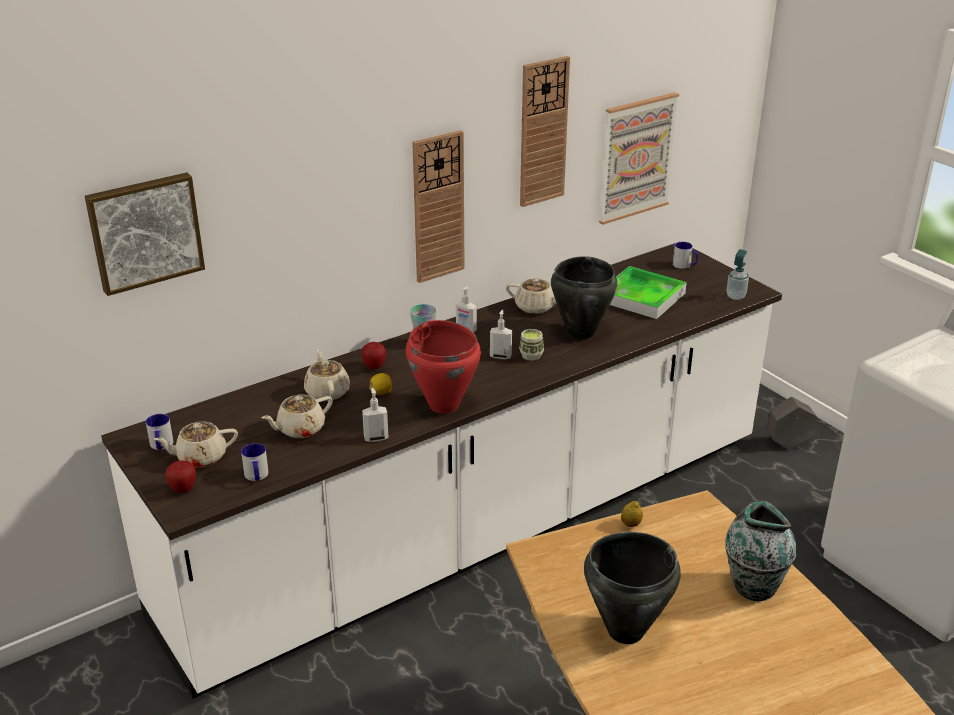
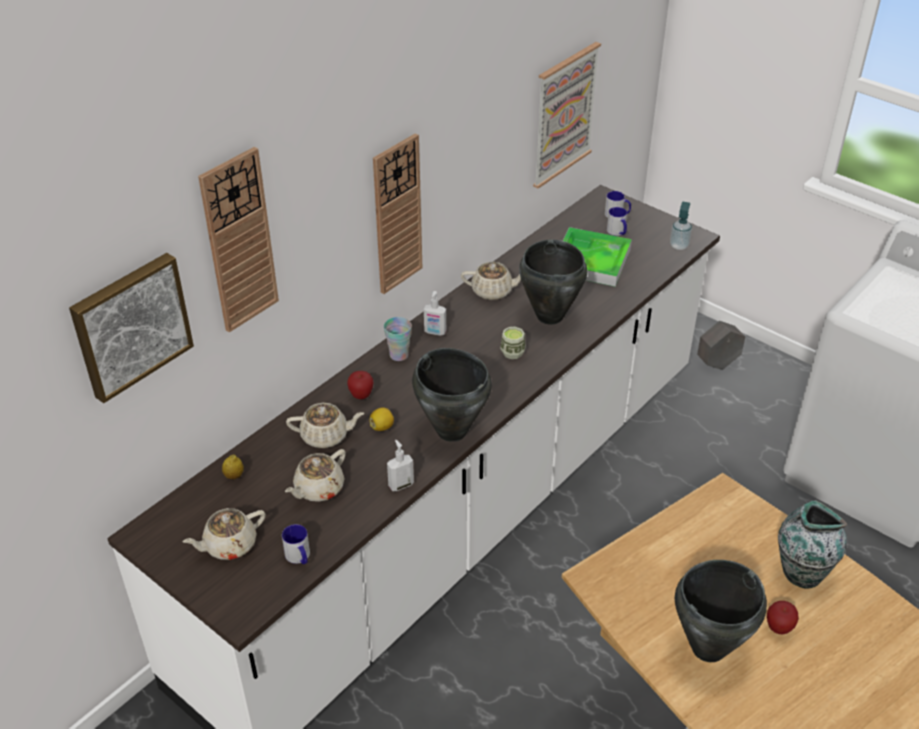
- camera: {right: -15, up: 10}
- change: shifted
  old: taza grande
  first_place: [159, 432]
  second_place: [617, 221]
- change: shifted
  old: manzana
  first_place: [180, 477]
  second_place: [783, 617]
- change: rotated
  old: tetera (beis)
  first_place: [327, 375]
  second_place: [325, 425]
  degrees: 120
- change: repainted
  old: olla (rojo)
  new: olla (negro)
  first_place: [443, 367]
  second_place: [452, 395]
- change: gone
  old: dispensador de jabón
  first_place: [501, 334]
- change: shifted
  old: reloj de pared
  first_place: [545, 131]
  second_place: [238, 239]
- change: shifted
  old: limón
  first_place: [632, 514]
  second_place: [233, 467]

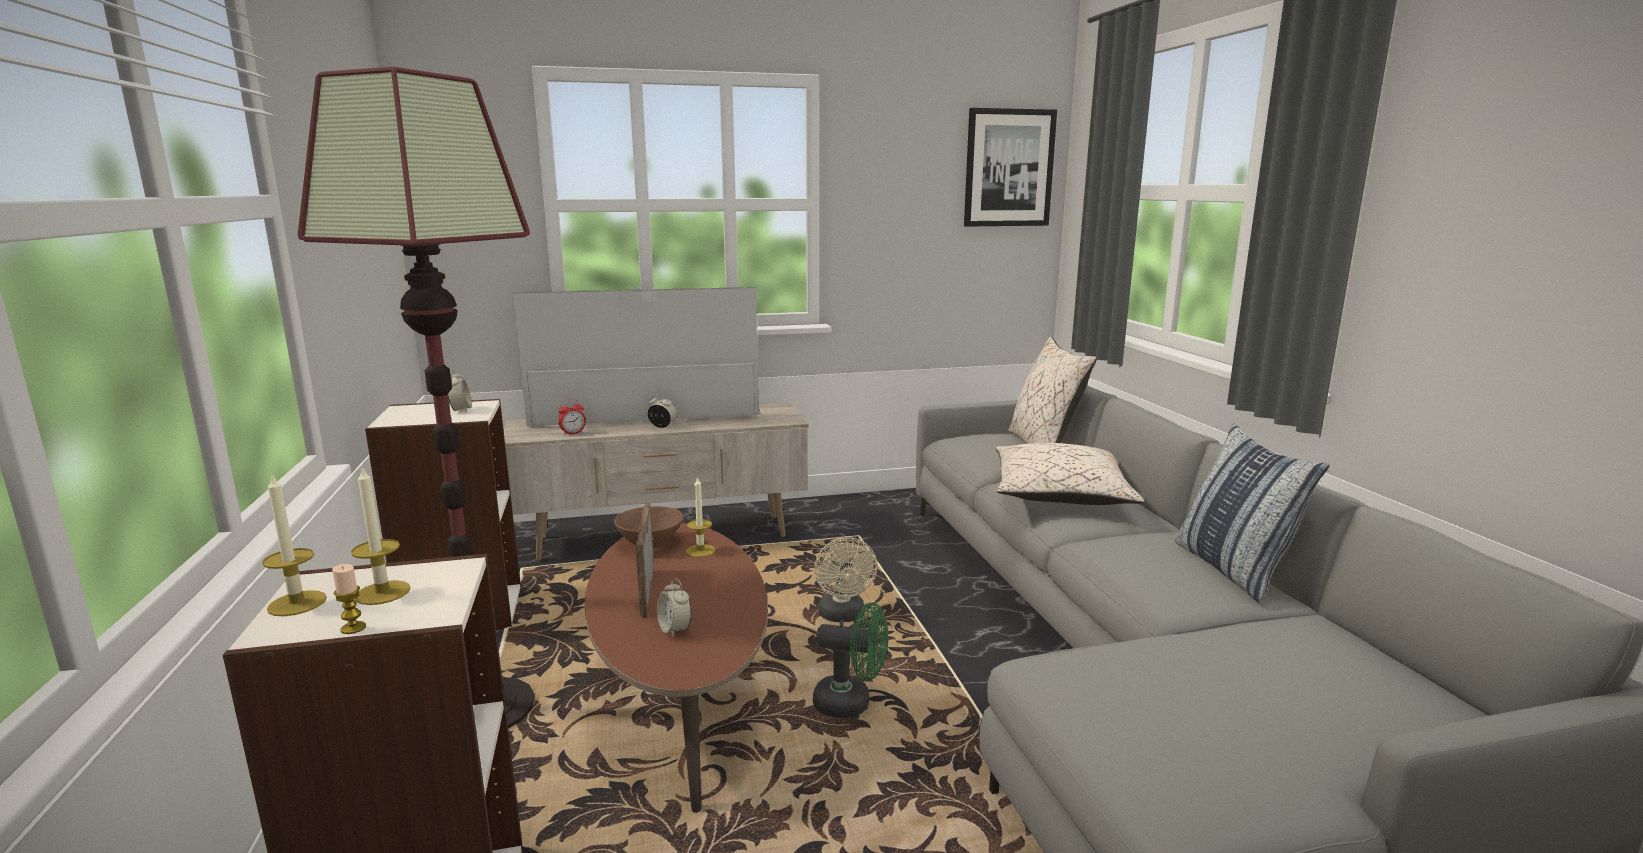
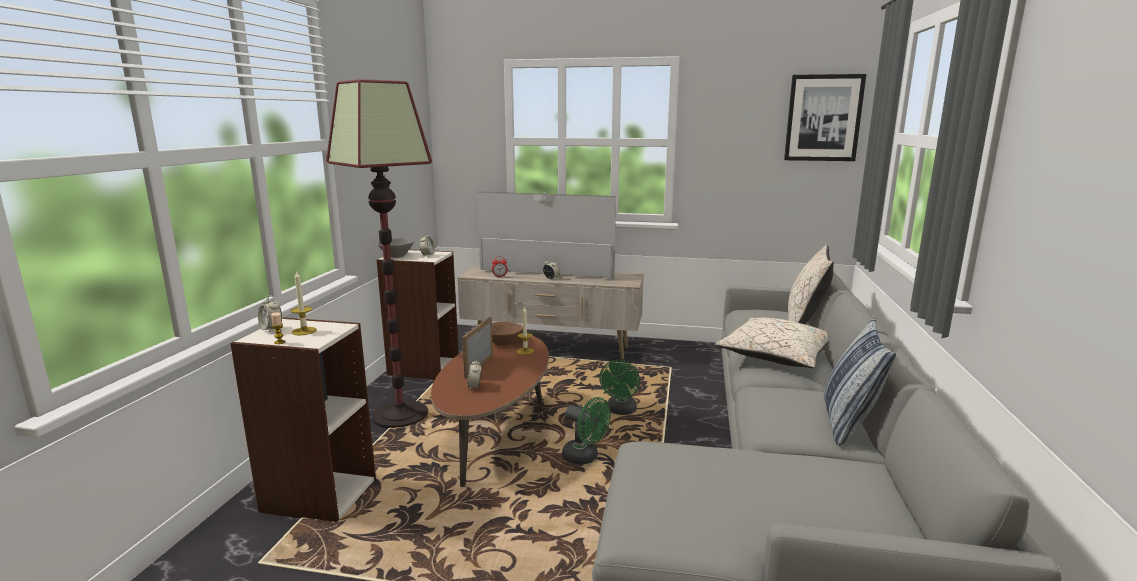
- camera: {right: 25, up: 0}
- change: swapped
  old: vela
  new: despertador
  first_place: [294, 544]
  second_place: [270, 314]
- change: repainted
  old: ventilador (beis)
  new: ventilador (verde)
  first_place: [846, 579]
  second_place: [619, 387]
- change: new
  new: cuenco (gris)
  second_place: [395, 248]

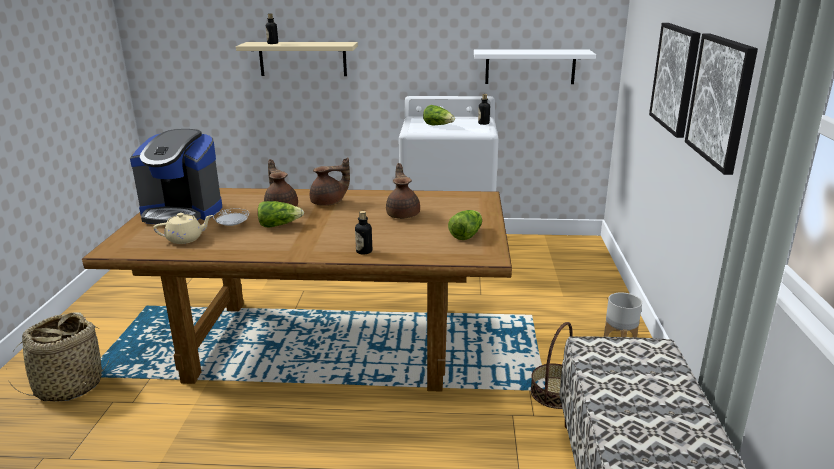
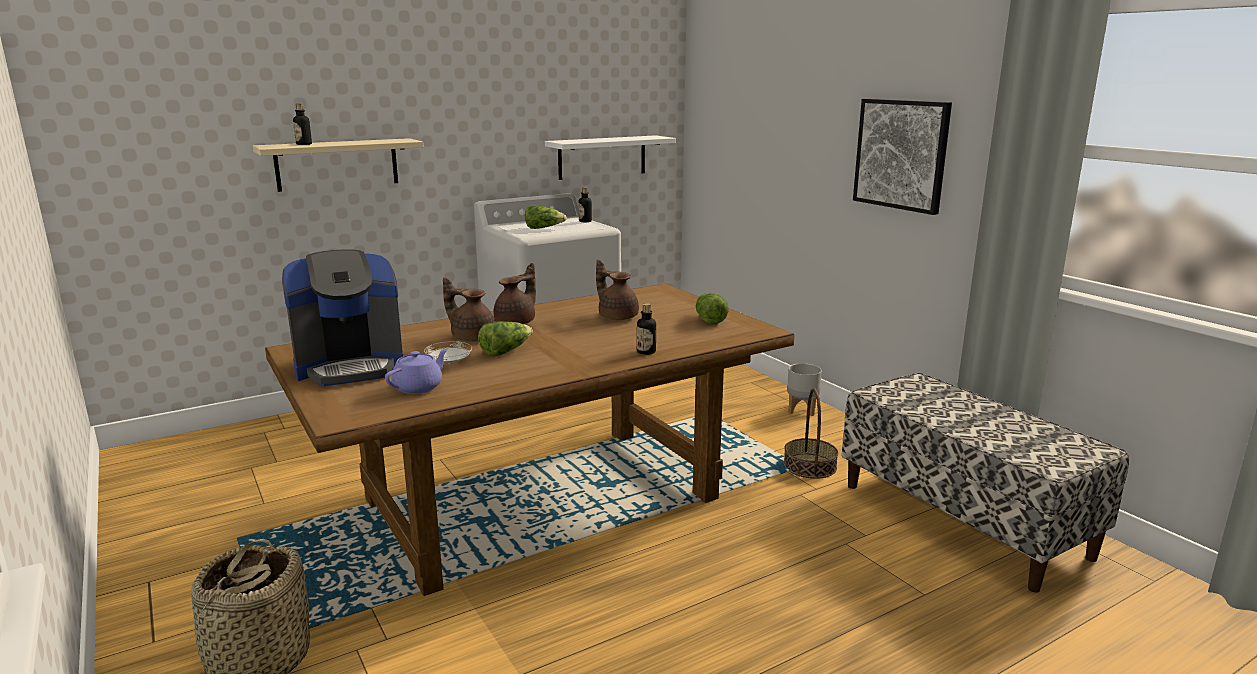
- camera: {right: -35, up: -5}
- change: repainted
  old: tetera (beis)
  new: tetera (morado)
  first_place: [183, 228]
  second_place: [416, 371]
- change: gone
  old: cuadro
  first_place: [675, 80]

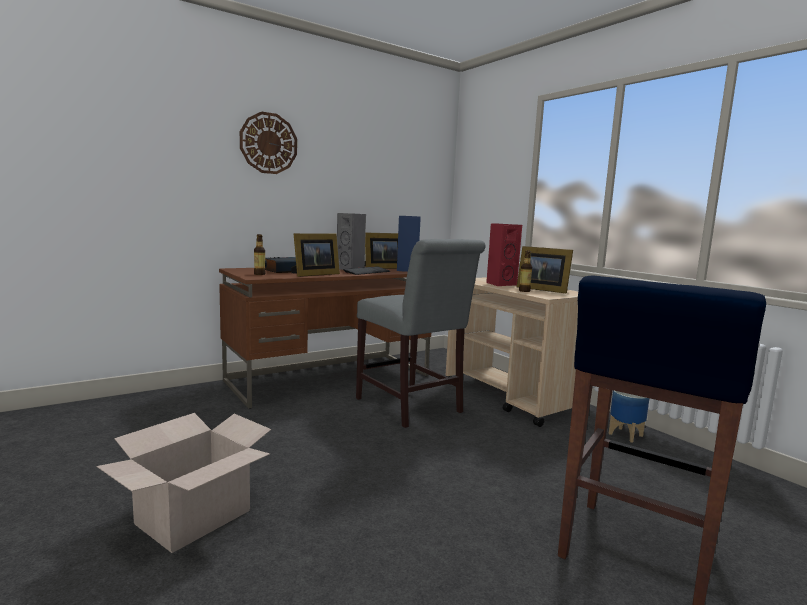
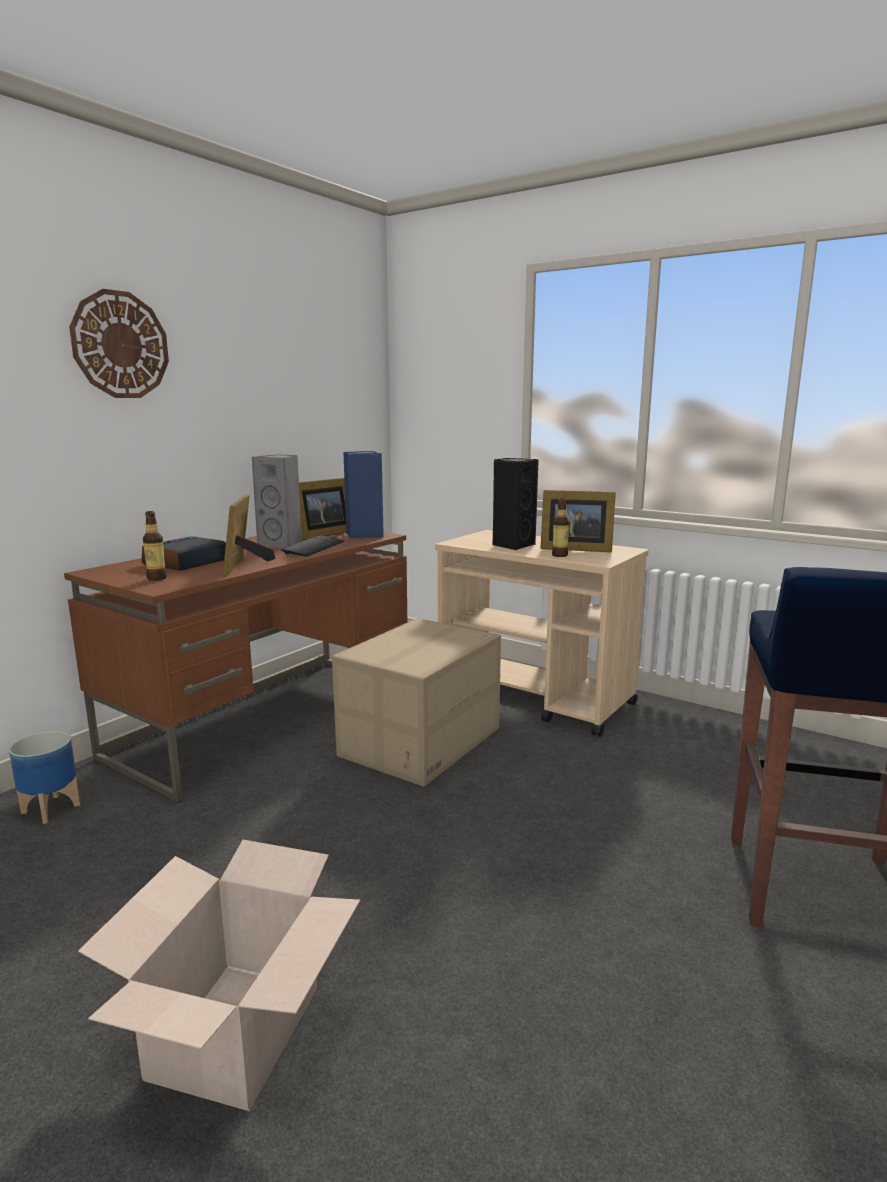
- camera: {right: -20, up: 5}
- change: rotated
  old: portarretratos
  first_place: [315, 255]
  second_place: [249, 536]
  degrees: 150
- change: swapped
  old: silla (gris)
  new: caja de cartón
  first_place: [420, 333]
  second_place: [416, 702]
- change: repainted
  old: altavoz (rojo)
  new: altavoz (negro)
  first_place: [504, 254]
  second_place: [515, 504]
- change: shifted
  old: maceta
  first_place: [629, 416]
  second_place: [44, 777]

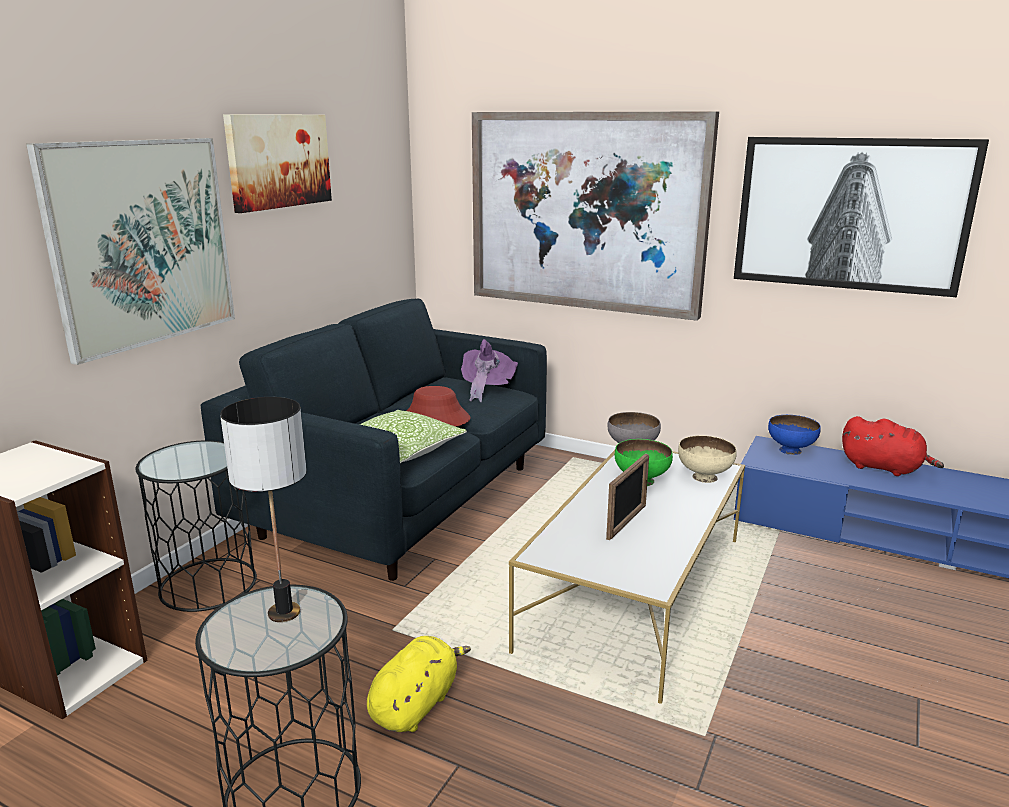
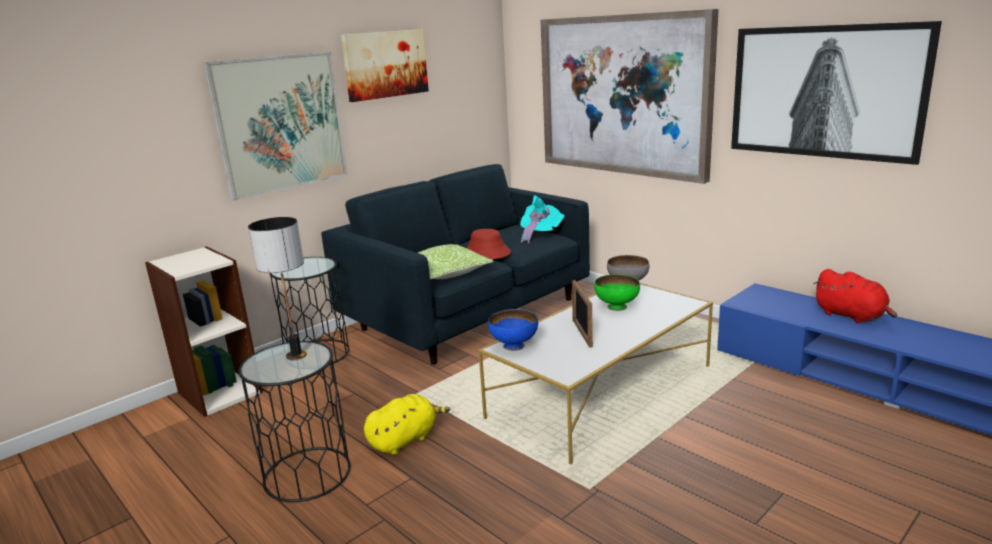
- camera: {right: 20, up: 0}
- change: repainted
  old: sombrero (morado)
  new: sombrero (turquesa)
  first_place: [489, 370]
  second_place: [542, 219]
- change: rotated
  old: portarretratos
  first_place: [627, 497]
  second_place: [582, 314]
  degrees: 120
- change: gone
  old: cuenco (beis)
  first_place: [707, 459]
- change: shifted
  old: cuenco (azul)
  first_place: [794, 435]
  second_place: [513, 330]

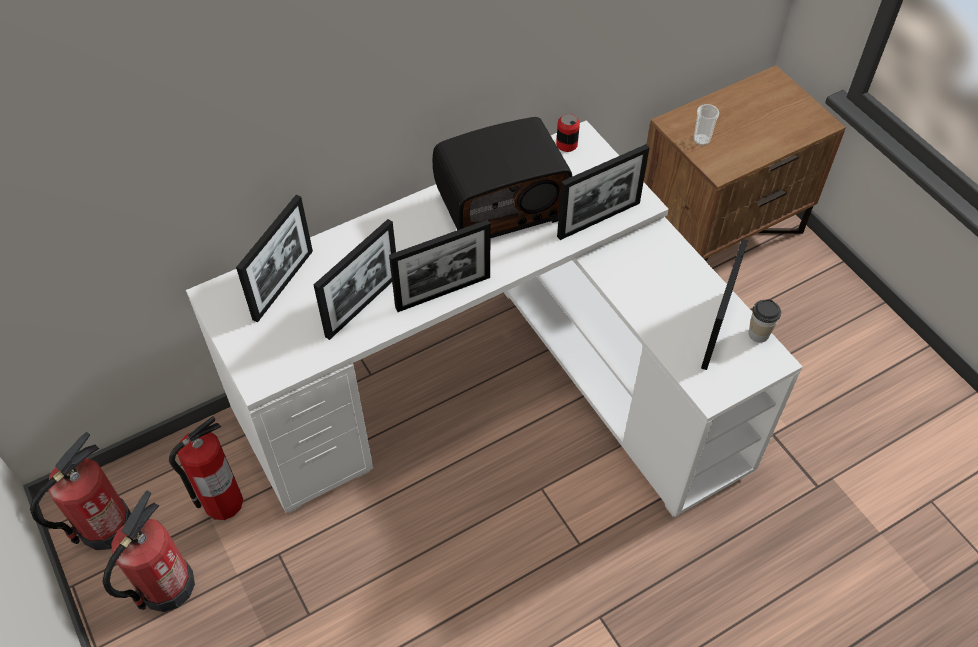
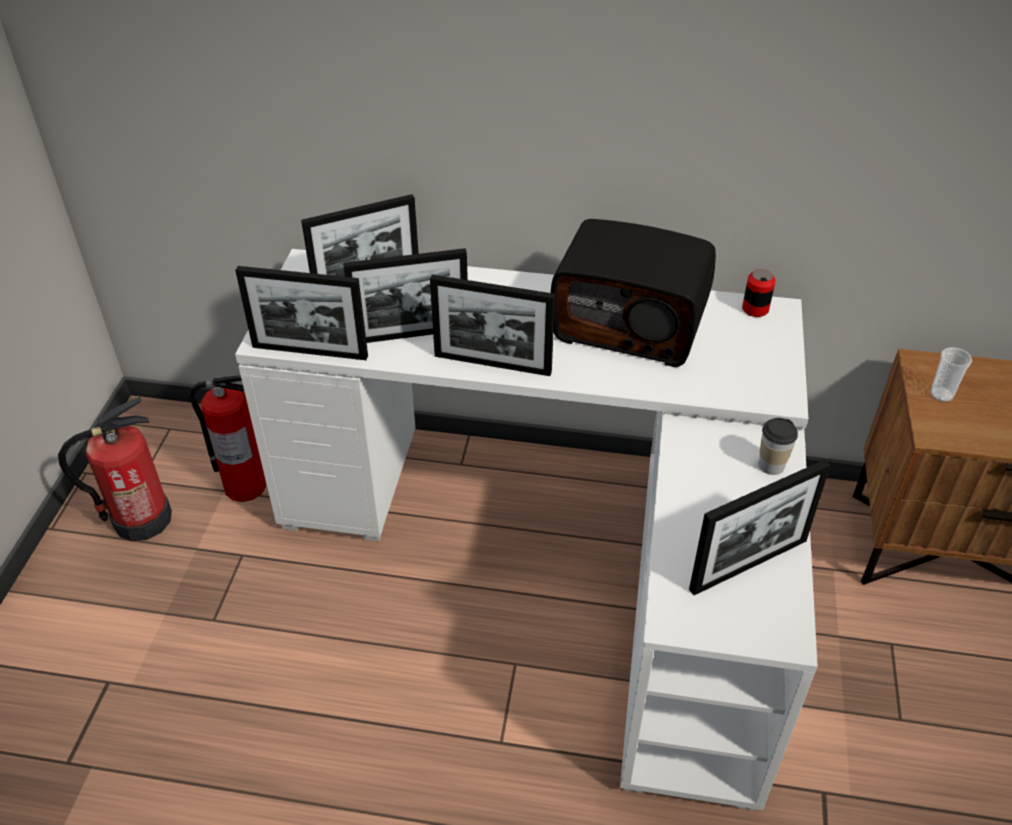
- camera: {right: 40, up: -10}
- change: gone
  old: extintor
  first_place: [80, 491]
- change: shifted
  old: portarretratos
  first_place: [603, 192]
  second_place: [301, 313]
- change: shifted
  old: taza
  first_place: [764, 320]
  second_place: [778, 446]

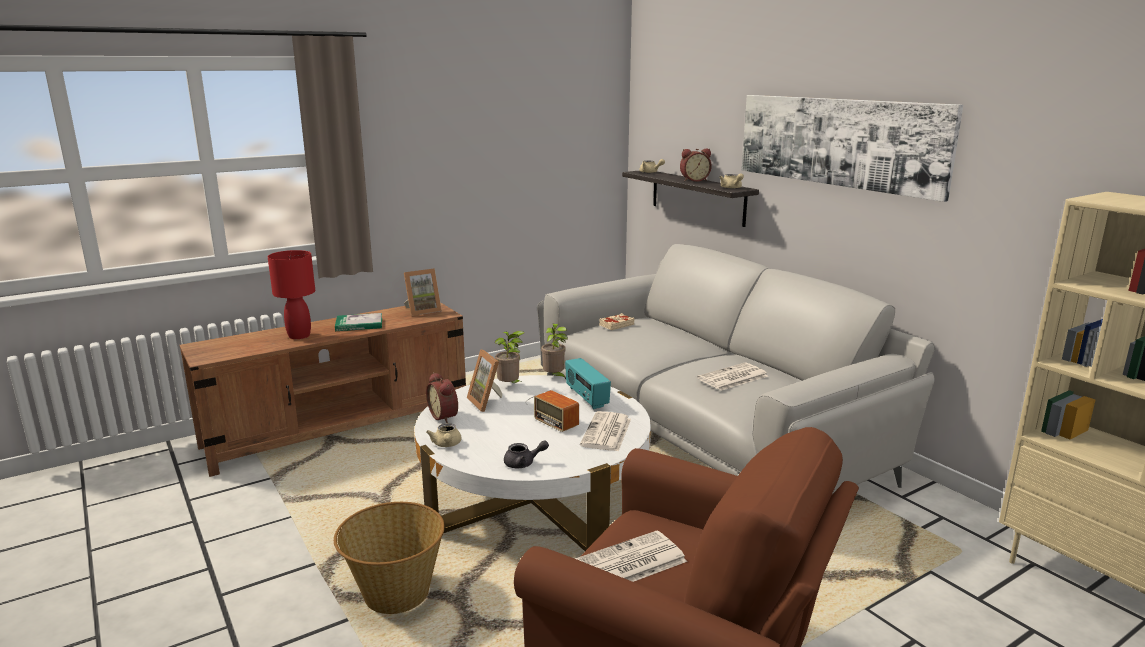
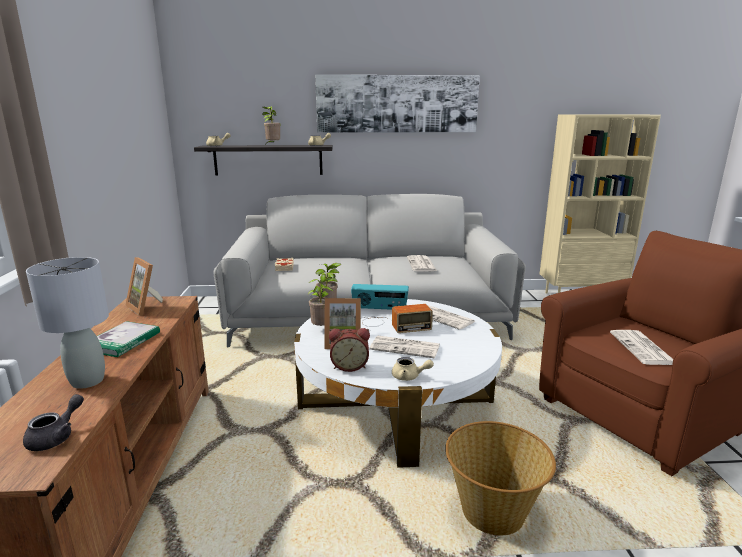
- camera: {right: -60, up: 0}
- change: repainted
  old: lámpara de mesa (rojo)
  new: lámpara de mesa (gris)
  first_place: [291, 294]
  second_place: [67, 323]
- change: rotated
  old: portarretratos
  first_place: [423, 292]
  second_place: [144, 286]
  degrees: 135
- change: shifted
  old: tetera (gris)
  first_place: [526, 454]
  second_place: [53, 422]
- change: swapped
  old: despertador
  new: planta en maceta
  first_place: [696, 165]
  second_place: [271, 124]
- change: new
  new: periódico
  second_place: [405, 347]

